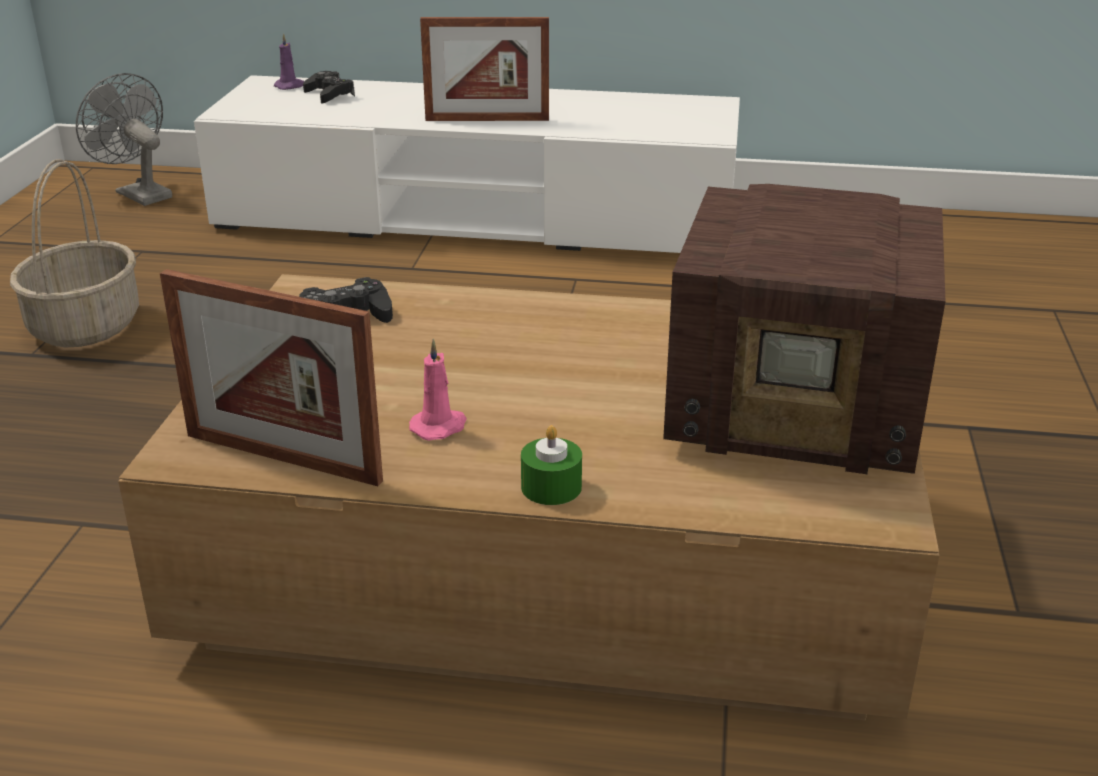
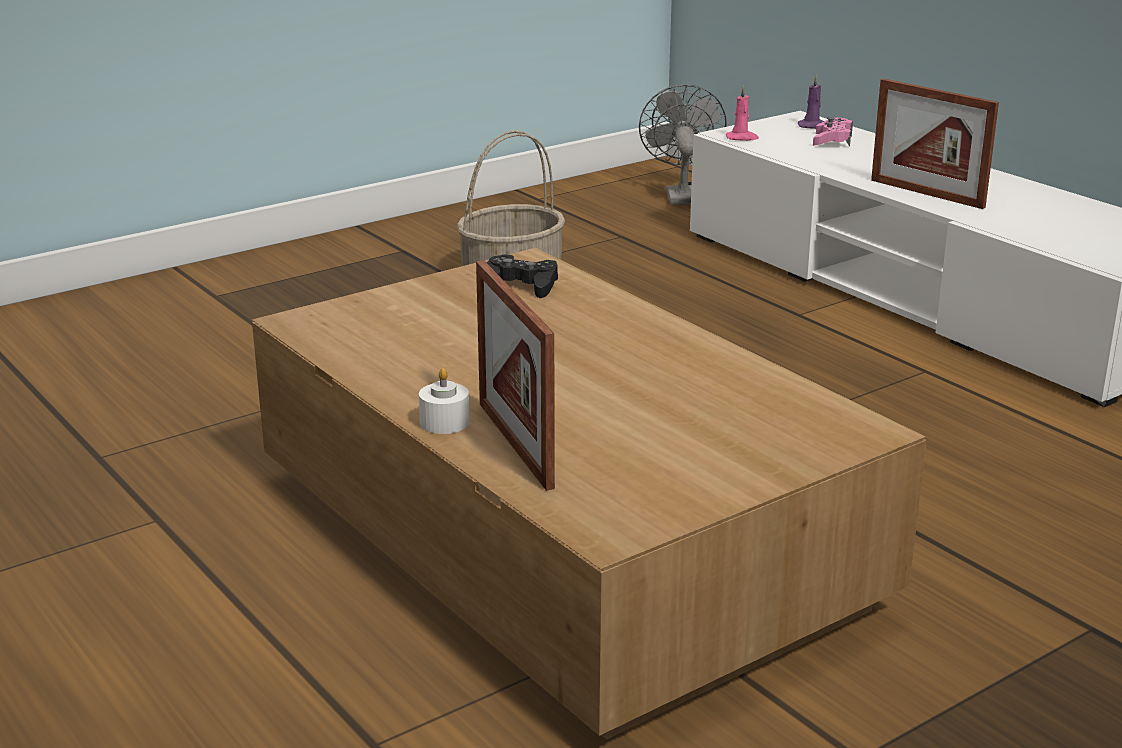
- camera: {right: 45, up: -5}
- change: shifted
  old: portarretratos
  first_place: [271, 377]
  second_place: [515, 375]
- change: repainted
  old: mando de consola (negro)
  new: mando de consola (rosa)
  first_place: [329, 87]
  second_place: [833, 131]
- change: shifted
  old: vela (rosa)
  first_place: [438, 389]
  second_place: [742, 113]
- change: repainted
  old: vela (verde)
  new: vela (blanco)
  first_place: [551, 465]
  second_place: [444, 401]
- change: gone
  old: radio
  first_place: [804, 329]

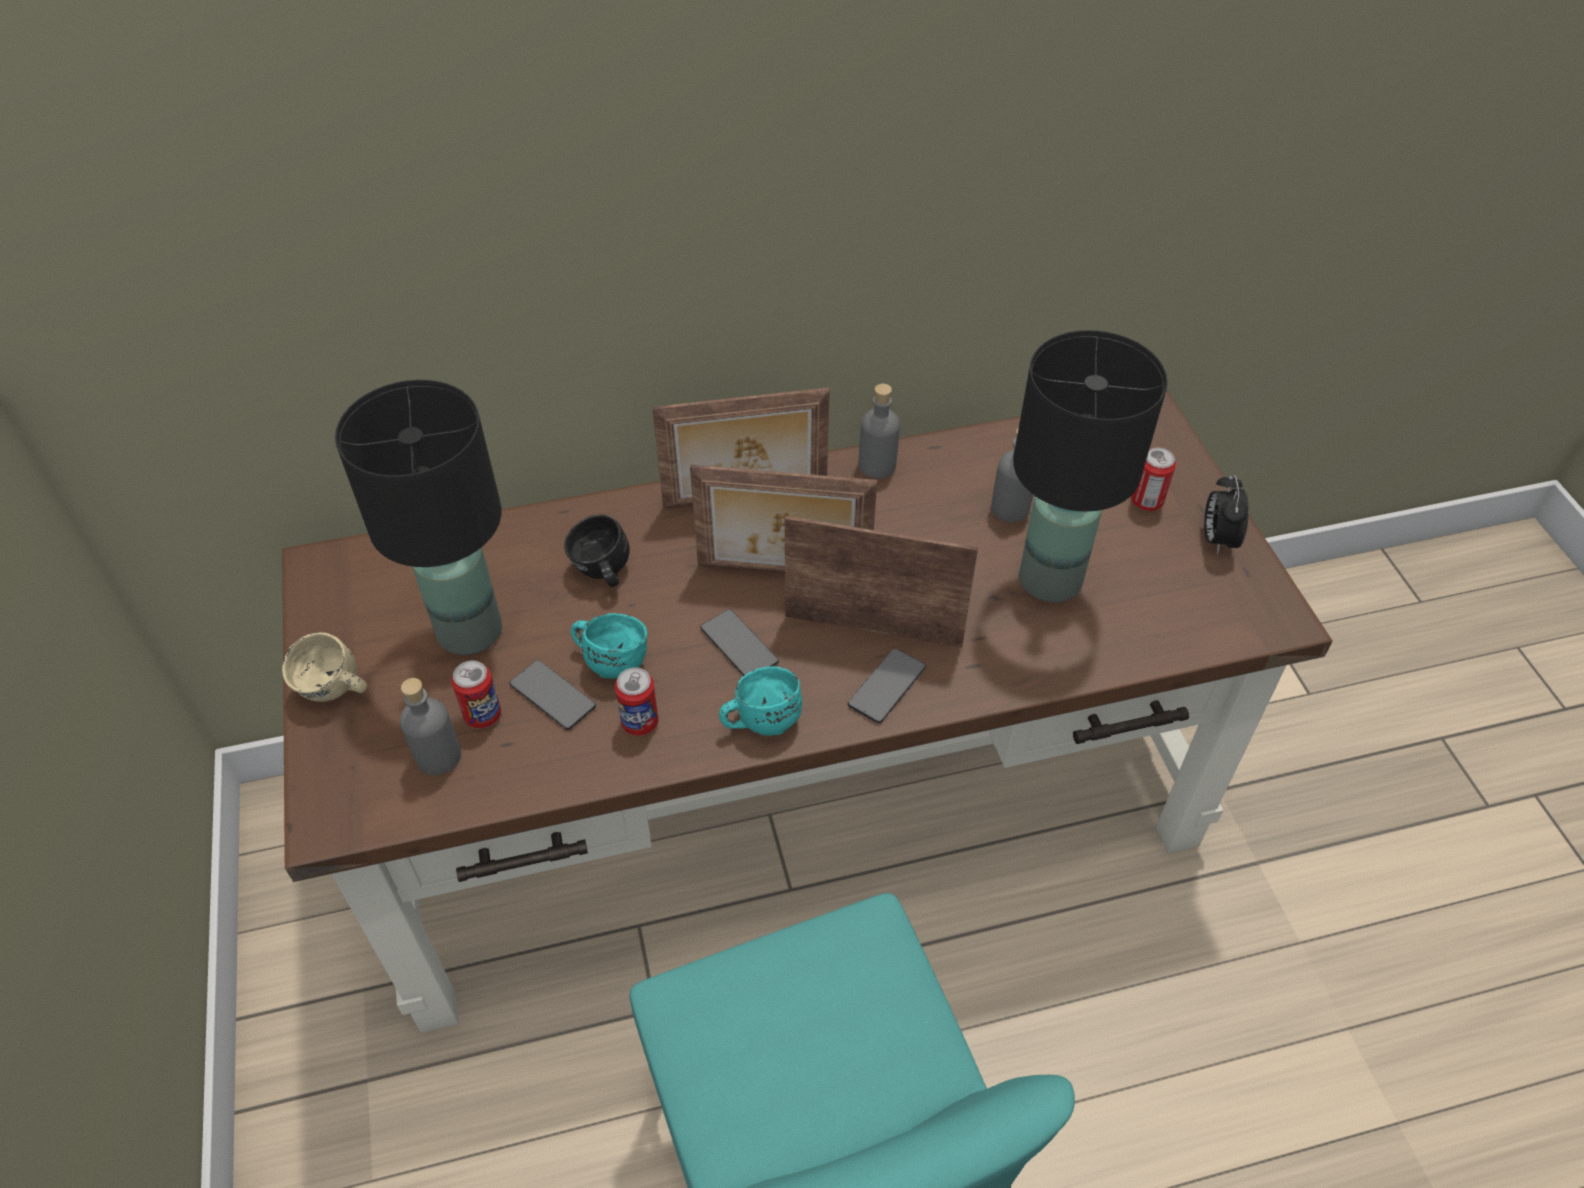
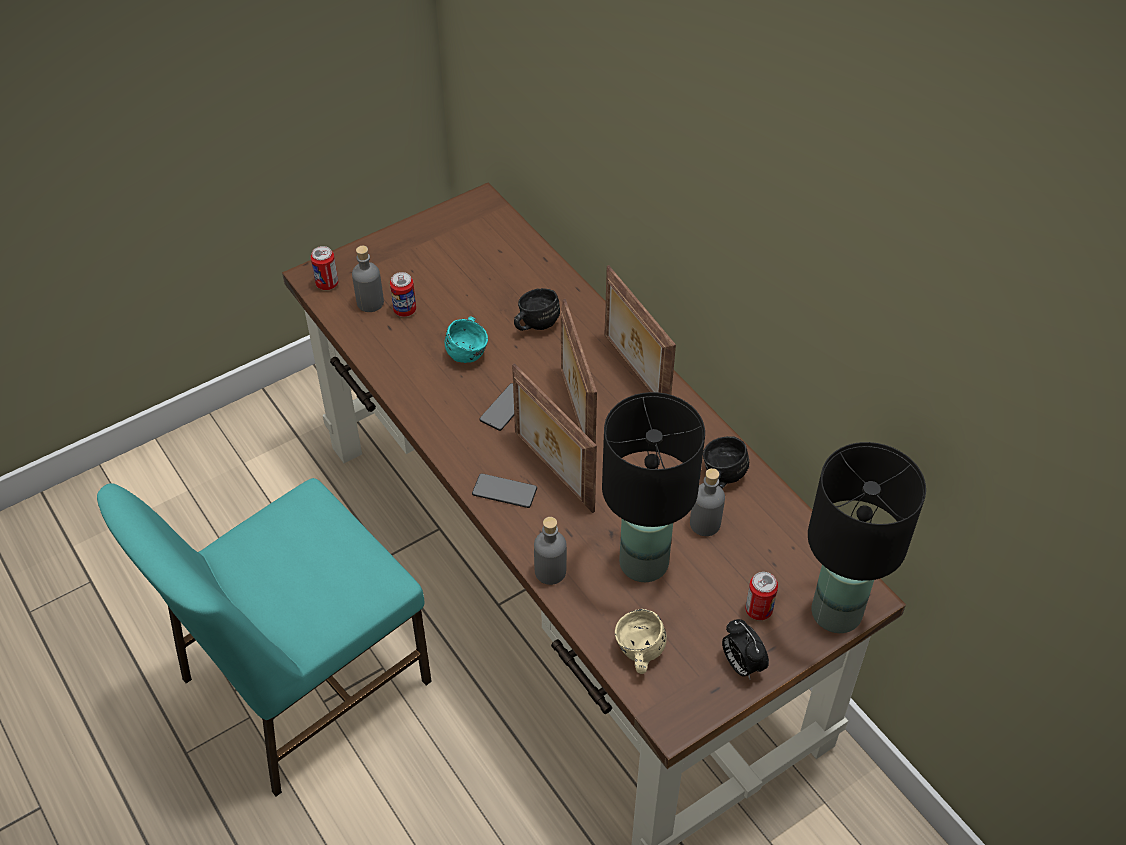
- camera: {right: 70, up: 0}
- change: shifted
  old: taza grande (beis)
  first_place: [324, 667]
  second_place: [641, 641]
- change: shifted
  old: lámpara de mesa (negro)
  first_place: [418, 517]
  second_place: [867, 537]
- change: gone
  old: móvil
  first_place: [552, 695]
- change: shifted
  old: lata
  first_place: [637, 701]
  second_place: [324, 268]
- change: gone
  old: taza grande (turquesa)
  first_place: [760, 701]
- change: rotated
  old: portarretratos
  first_place: [882, 582]
  second_place: [554, 438]
  degrees: 150
- change: shifted
  old: botella (gris)
  first_place: [879, 431]
  second_place: [550, 551]
- change: rotated
  old: despertador
  first_place: [1226, 515]
  second_place: [745, 649]
  degrees: -105
- change: new
  new: taza grande (negro)
  second_place: [726, 462]

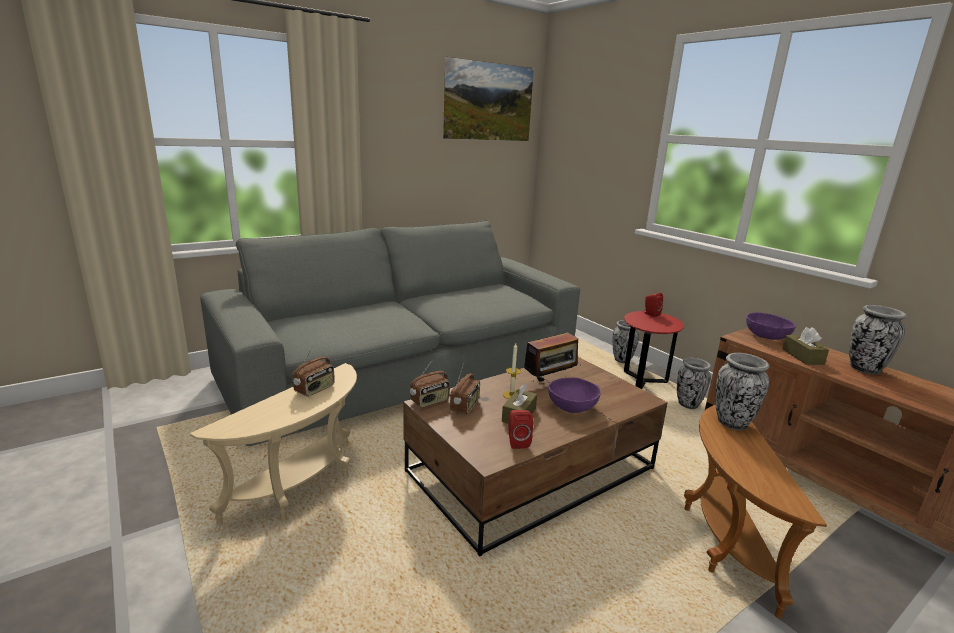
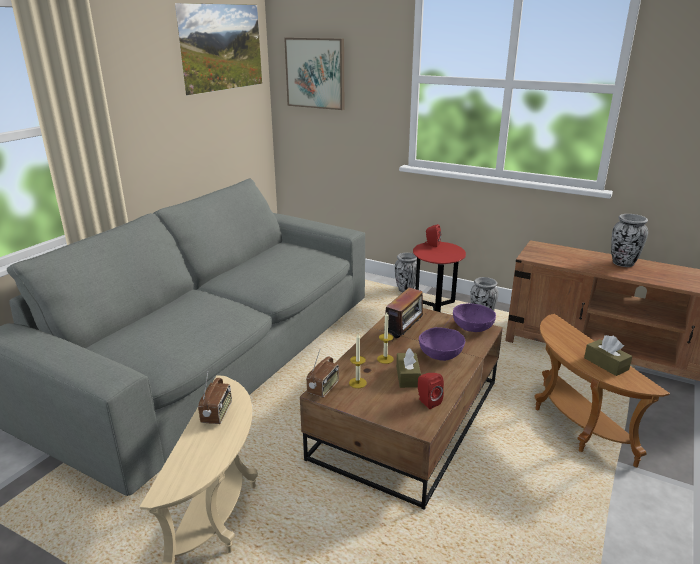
- camera: {right: -25, up: 5}
- change: swapped
  old: radio
  new: vela
  first_place: [465, 389]
  second_place: [358, 361]
- change: gone
  old: florero
  first_place: [743, 391]
- change: shifted
  old: cuenco (morado)
  first_place: [771, 326]
  second_place: [474, 317]
- change: shifted
  old: caja de pañuelos (marrón)
  first_place: [805, 346]
  second_place: [608, 355]
- change: new
  new: cuadro
  second_place: [314, 74]

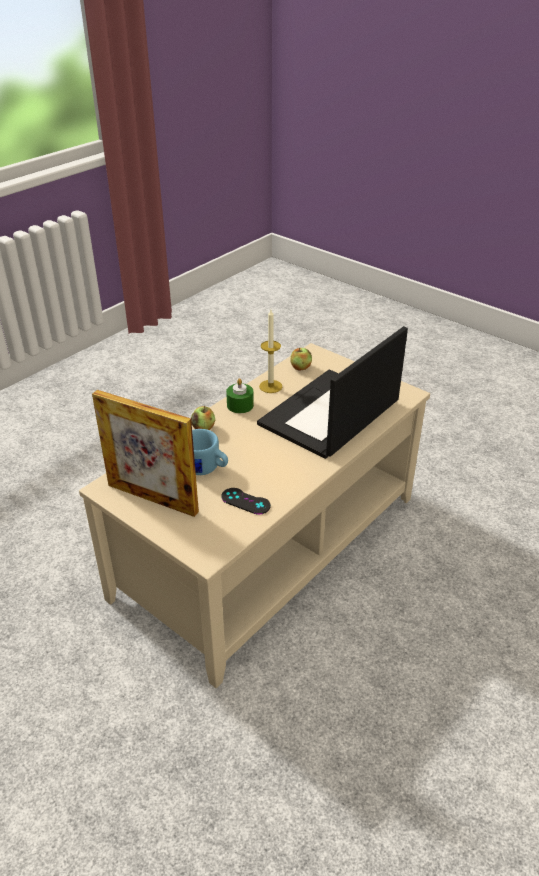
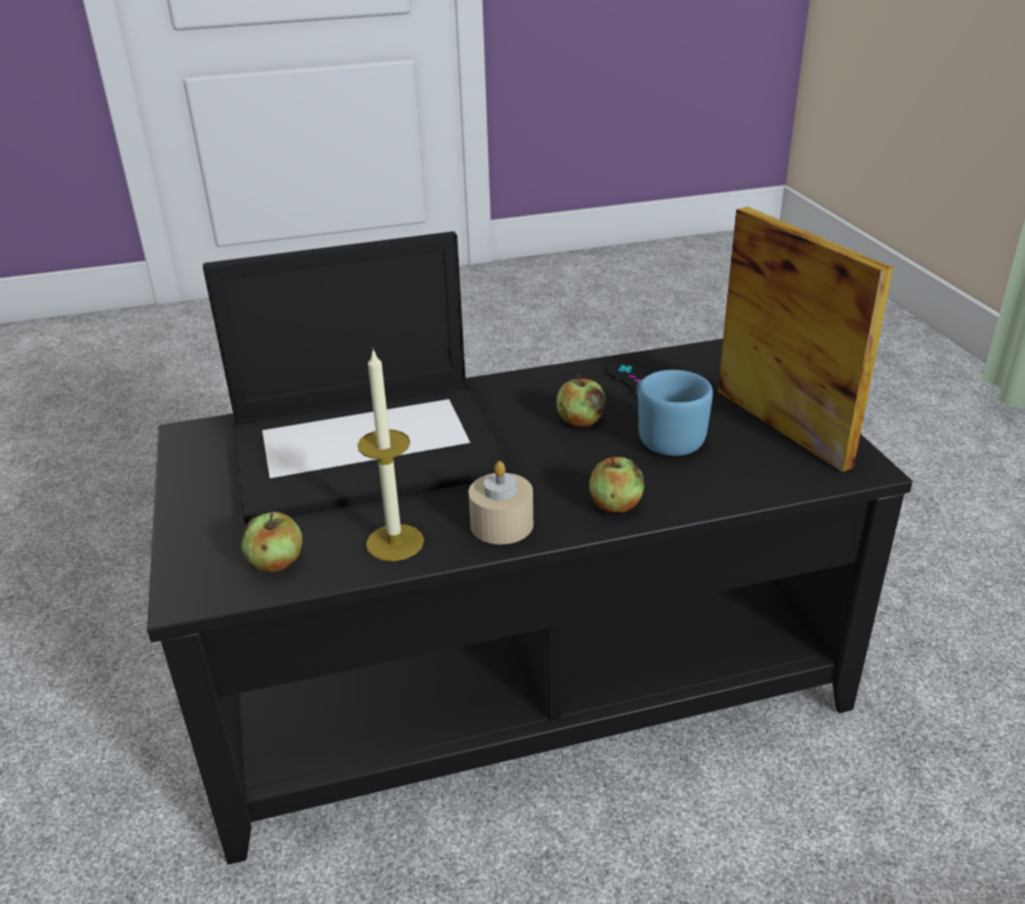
- camera: {right: -145, up: -5}
- change: repainted
  old: mesa de centro (beis)
  new: mesa de centro (negro)
  first_place: [254, 515]
  second_place: [529, 601]
- change: repainted
  old: vela (verde)
  new: vela (beis)
  first_place: [240, 395]
  second_place: [501, 502]
- change: new
  new: manzana
  second_place: [581, 400]

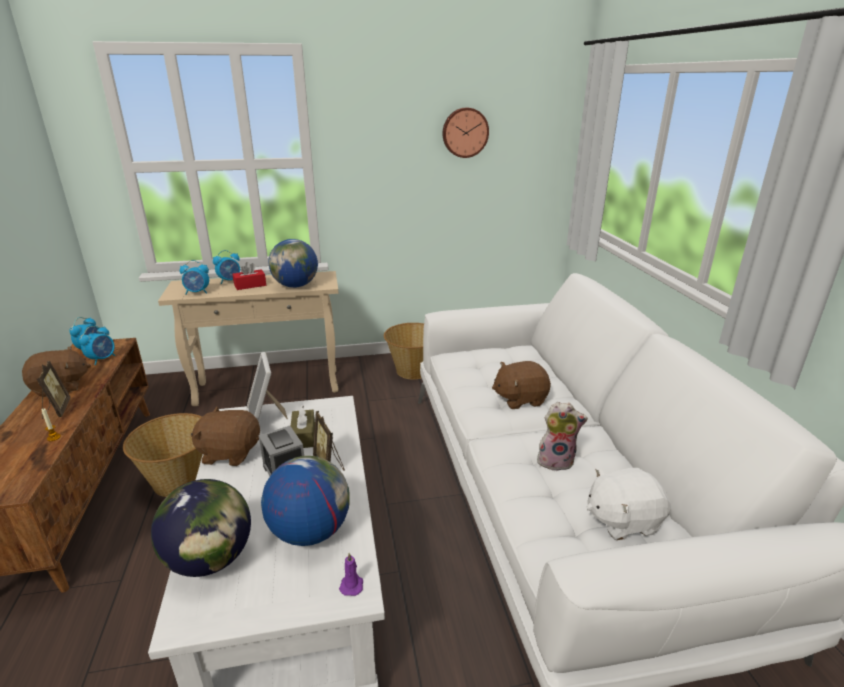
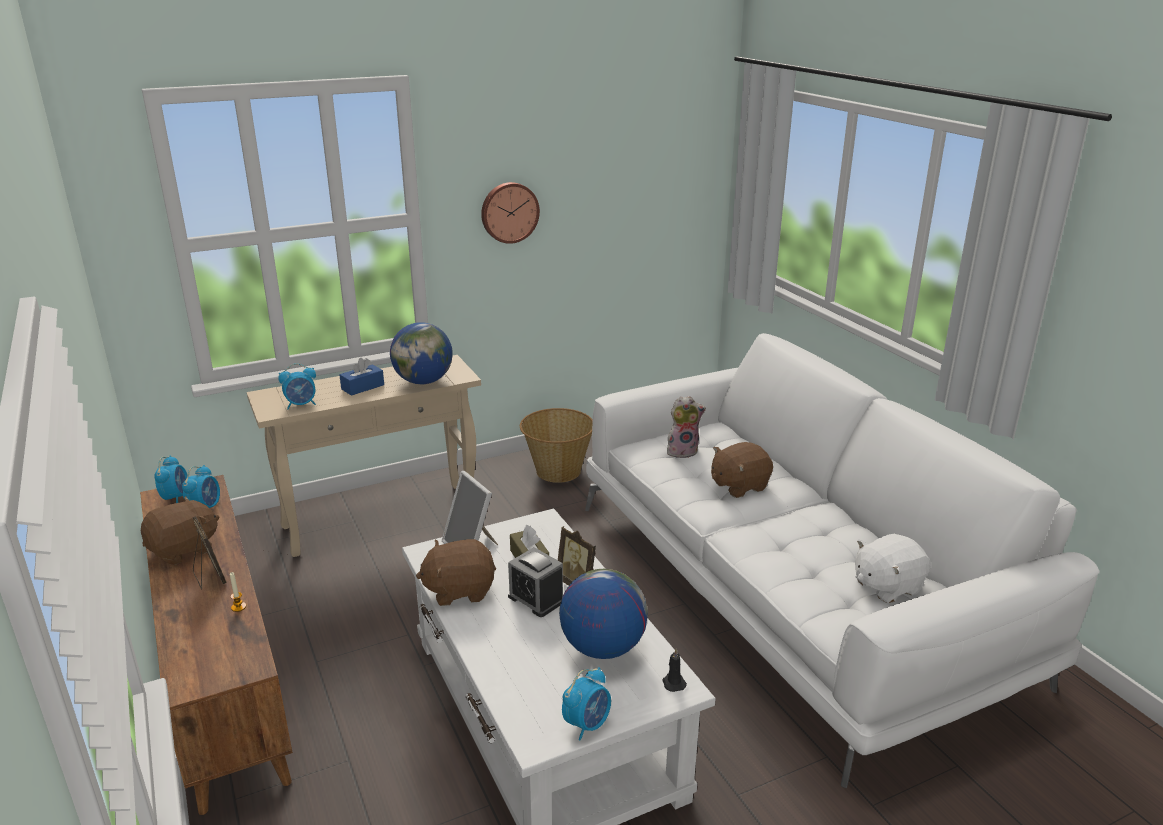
- camera: {right: -15, up: 0}
- change: gone
  old: cesta
  first_place: [163, 455]
- change: gone
  old: globo terráqueo
  first_place: [201, 528]
- change: shifted
  old: despertador
  first_place: [226, 267]
  second_place: [586, 703]
- change: repainted
  old: caja de pañuelos (rojo)
  new: caja de pañuelos (azul)
  first_place: [249, 276]
  second_place: [361, 377]
- change: repainted
  old: vela (morado)
  new: vela (negro)
  first_place: [351, 574]
  second_place: [675, 670]
- change: shifted
  old: reloj de pared
  first_place: [465, 133]
  second_place: [510, 213]
- change: shifted
  old: peluche
  first_place: [562, 436]
  second_place: [686, 427]

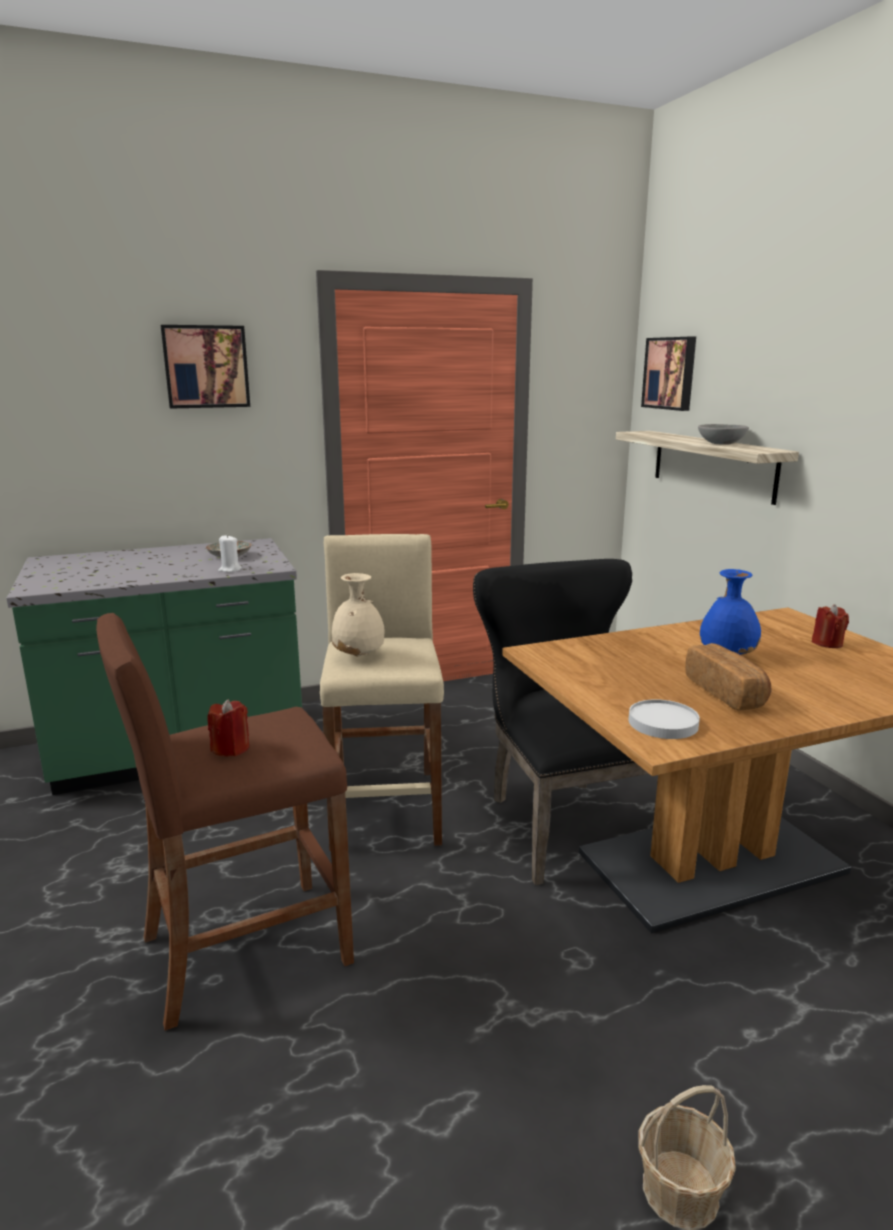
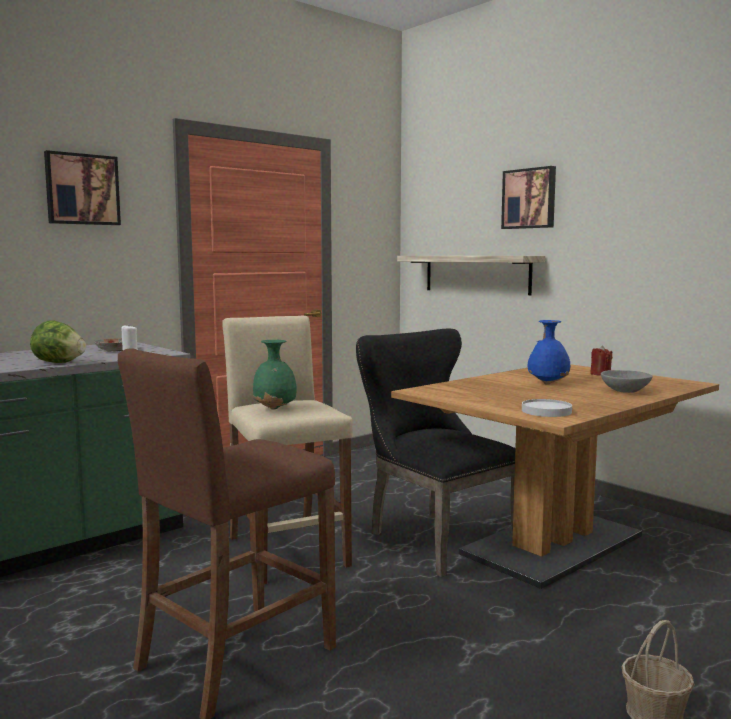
- camera: {right: -20, up: -10}
- change: gone
  old: vela (rojo)
  first_place: [228, 728]
- change: repainted
  old: florero (beis)
  new: florero (verde)
  first_place: [358, 615]
  second_place: [274, 374]
- change: shifted
  old: cuadro
  first_place: [668, 374]
  second_place: [528, 197]
- change: gone
  old: pan
  first_place: [728, 677]
- change: shifted
  old: cuenco (gris)
  first_place: [723, 434]
  second_place: [627, 381]
- change: new
  new: lechuga
  second_place: [58, 341]

